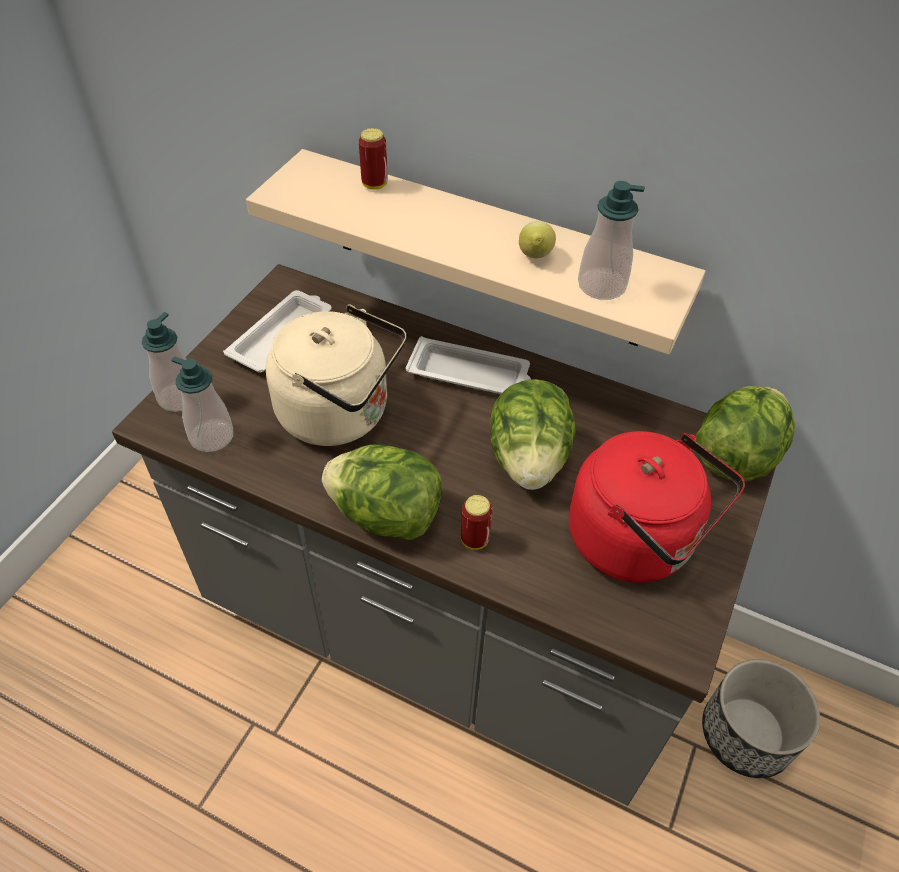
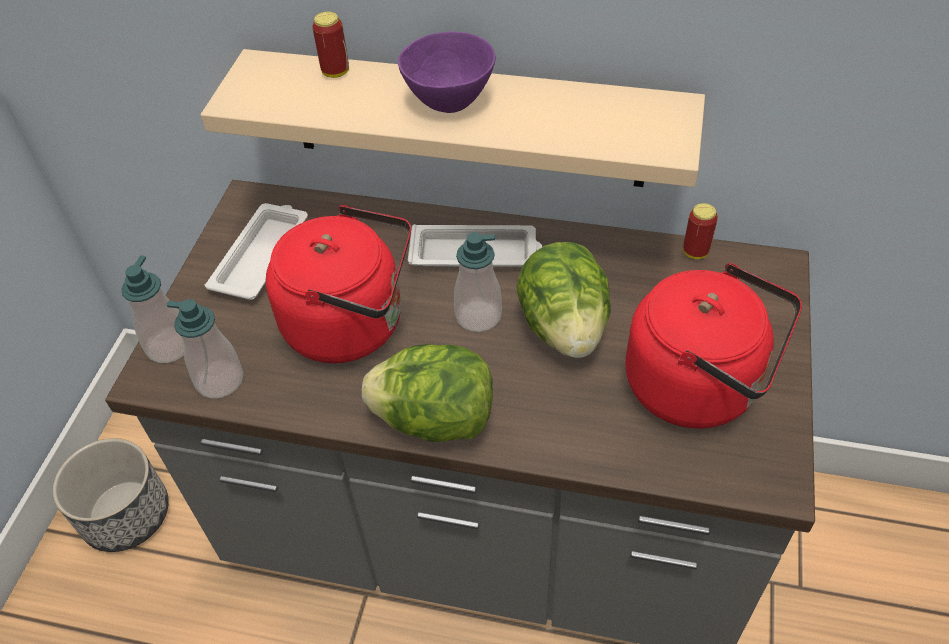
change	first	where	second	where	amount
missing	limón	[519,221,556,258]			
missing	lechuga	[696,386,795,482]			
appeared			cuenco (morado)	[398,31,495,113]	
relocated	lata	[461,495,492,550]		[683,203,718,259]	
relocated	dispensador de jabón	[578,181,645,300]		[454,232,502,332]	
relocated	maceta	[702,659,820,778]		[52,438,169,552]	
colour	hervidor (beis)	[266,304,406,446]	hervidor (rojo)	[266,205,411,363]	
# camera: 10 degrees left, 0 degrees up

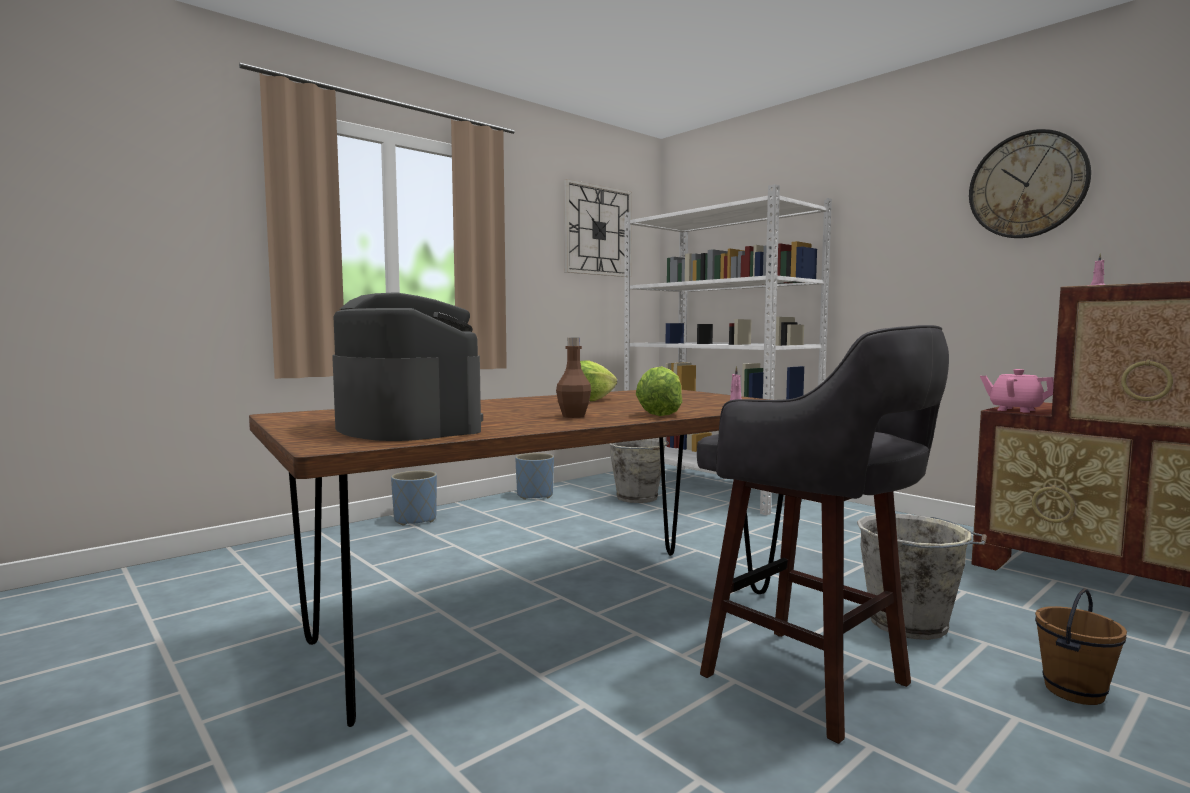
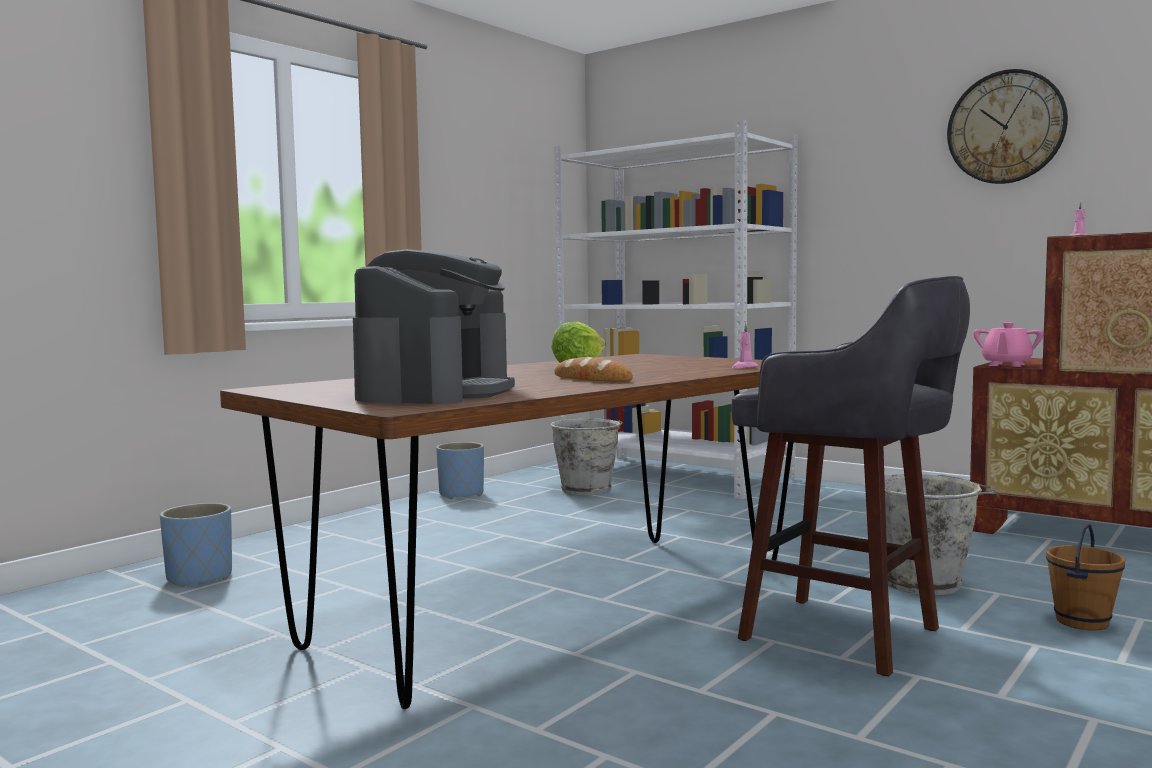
change	first	where	second	where	amount
missing	reloj de pared	[564,179,632,277]			
missing	lechuga	[636,366,683,416]			
relocated	maceta (azul)	[391,470,437,526]		[160,503,232,587]	
exchanged	botella (marrón)	[556,338,591,418]	pan	[554,357,633,382]	
spun	cafetera	[332,292,483,441]		[353,249,515,404]	60 degrees clockwise
spun	tetera (rosa)	[980,369,1054,413]		[973,322,1044,367]	90 degrees counterclockwise
# camera: 10 degrees left, 0 degrees up

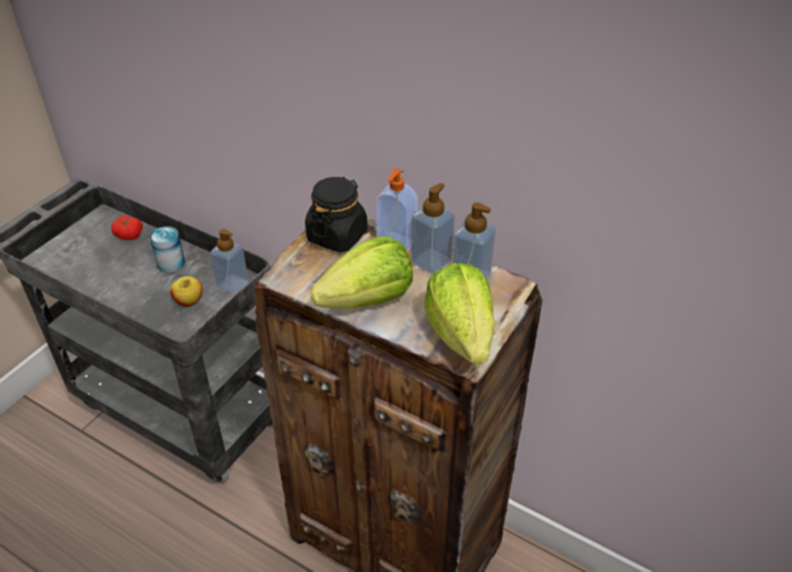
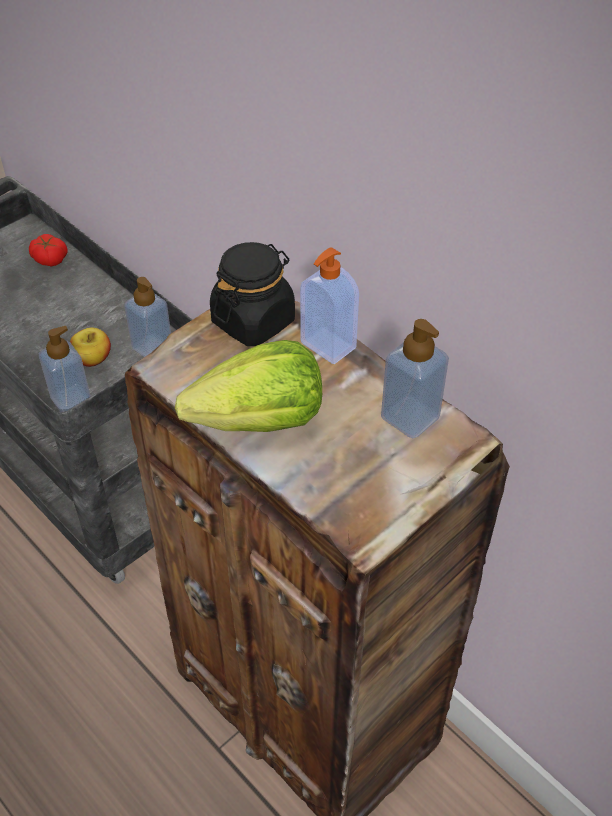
change	first	where	second	where	amount
missing	lata	[150,226,185,273]			
missing	lechuga	[424,263,495,365]			
relocated	dispensador de jabón	[411,183,455,274]		[39,326,91,413]	
# camera: 15 degrees right, 5 degrees up

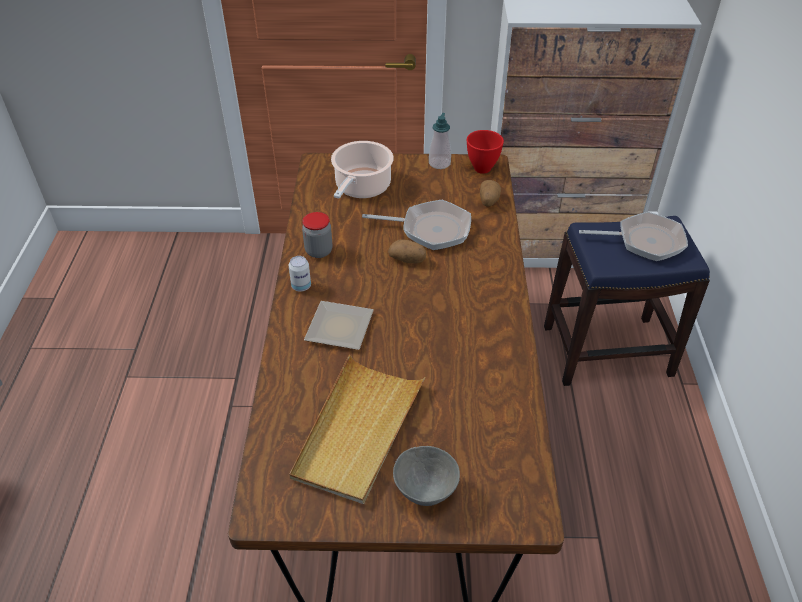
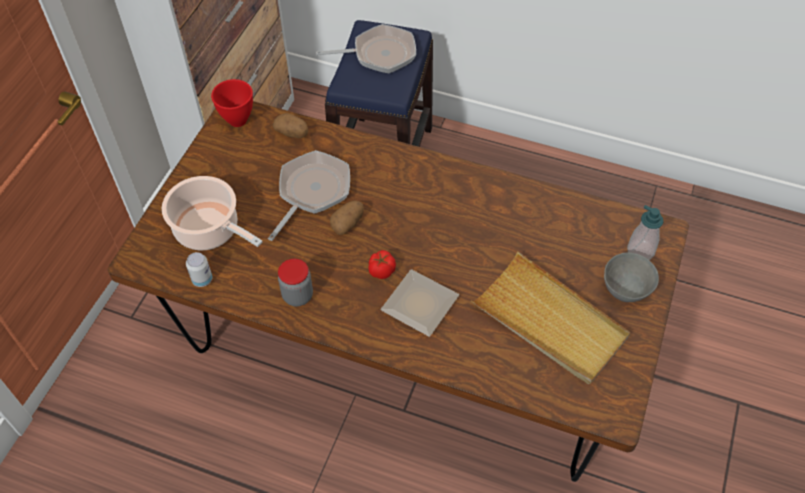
change	first	where	second	where	amount
appeared			tomate	[368,250,396,279]	
relocated	lata	[289,256,311,291]		[186,252,212,287]	
relocated	dispensador de jabón	[429,113,451,169]		[627,205,664,260]	
spun	sartén	[579,212,688,261]		[316,24,416,74]	60 degrees clockwise
# camera: 70 degrees left, 10 degrees up

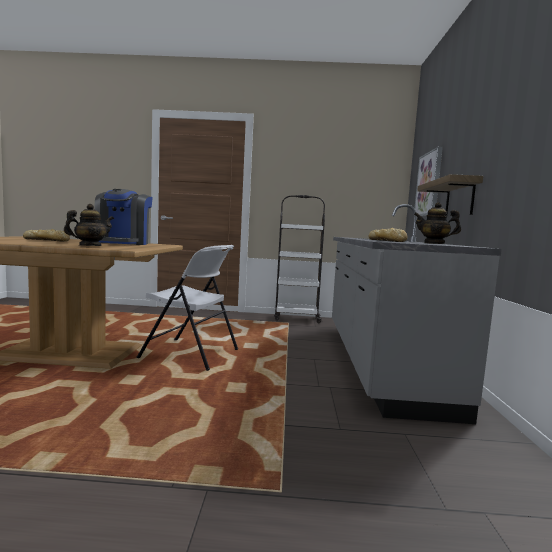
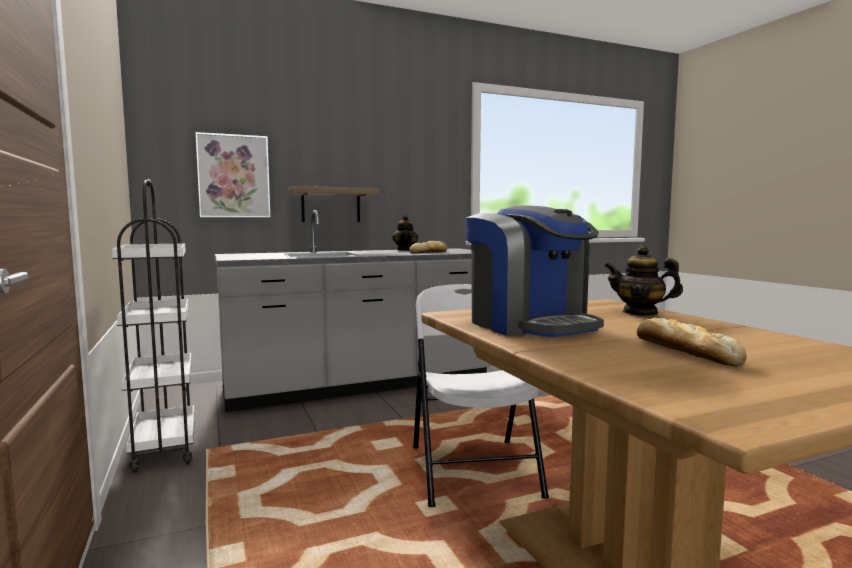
change	first	where	second	where	amount
spun	cafetera	[95,189,153,245]		[465,206,604,337]	90 degrees clockwise
# camera: 115 degrees left, 0 degrees up

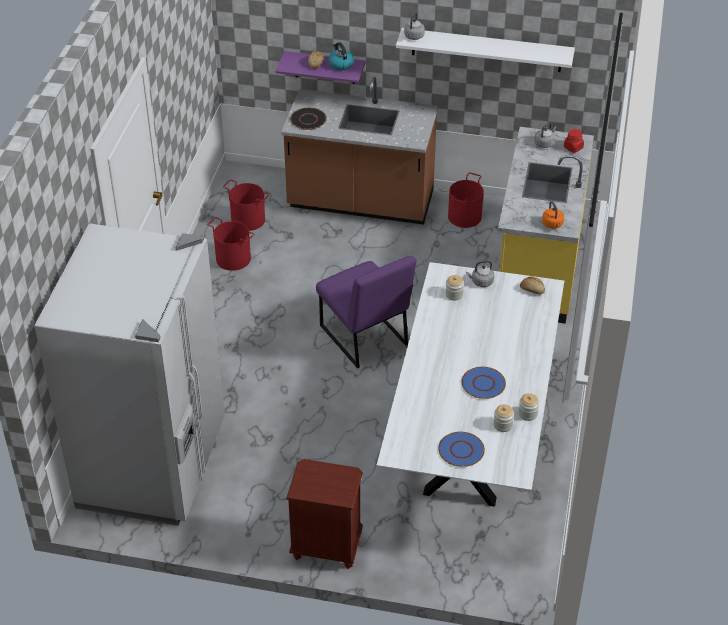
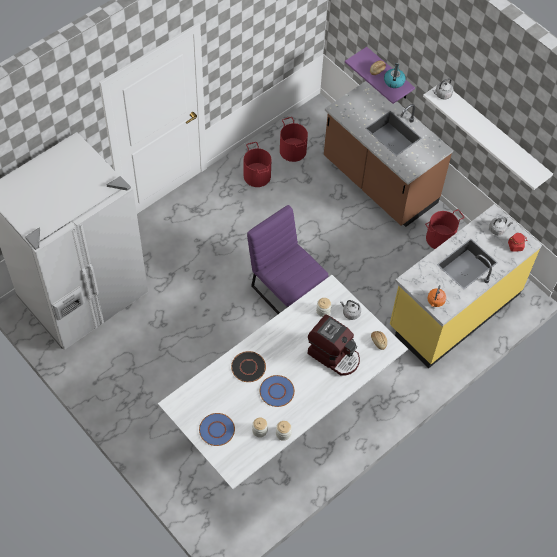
change	first	where	second	where	amount
missing	mesita de noche (marrón)	[286,459,363,569]			
appeared			cafetera	[308,314,360,376]	
relocated	plato (negro)	[290,107,327,130]		[231,351,266,382]	
spun	silla (morado)	[316,256,416,368]		[247,205,329,314]	135 degrees clockwise
# camera: 35 degrees right, 15 degrees up

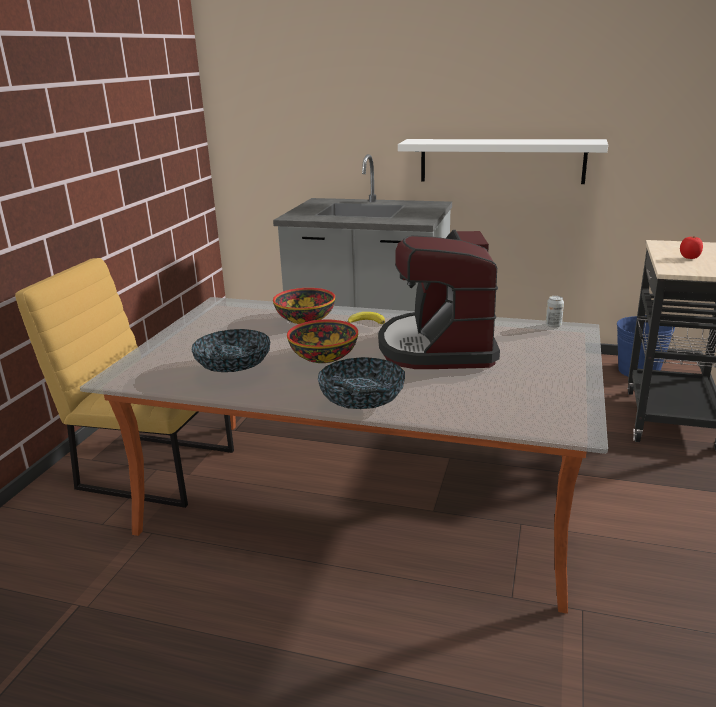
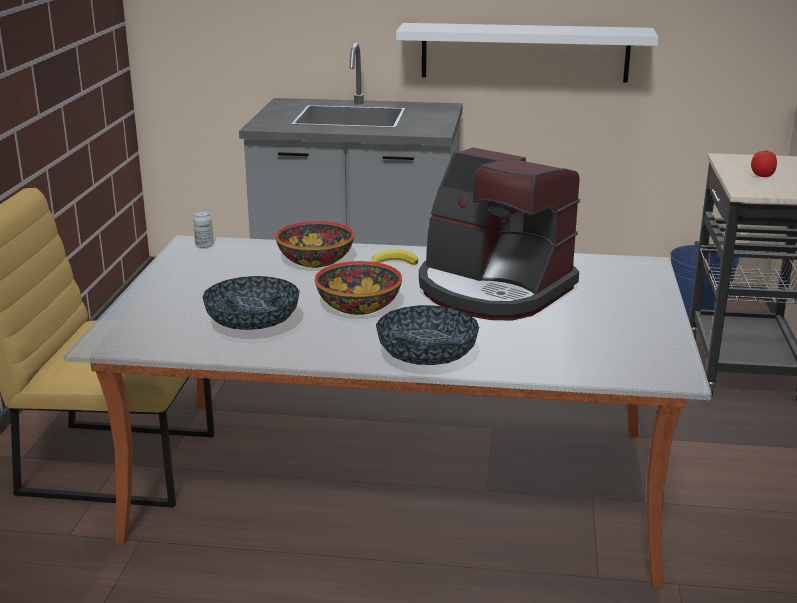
change	first	where	second	where	amount
relocated	lata	[546,296,564,328]		[193,211,213,248]	
spun	cafetera	[378,230,500,369]		[419,147,580,321]	45 degrees counterclockwise
# camera: 10 degrees left, 0 degrees up

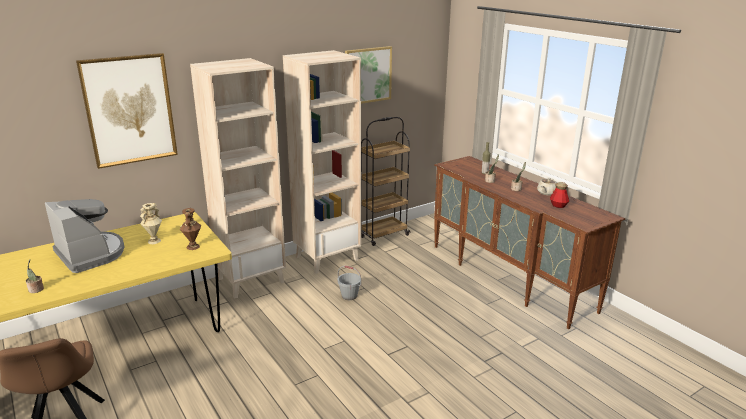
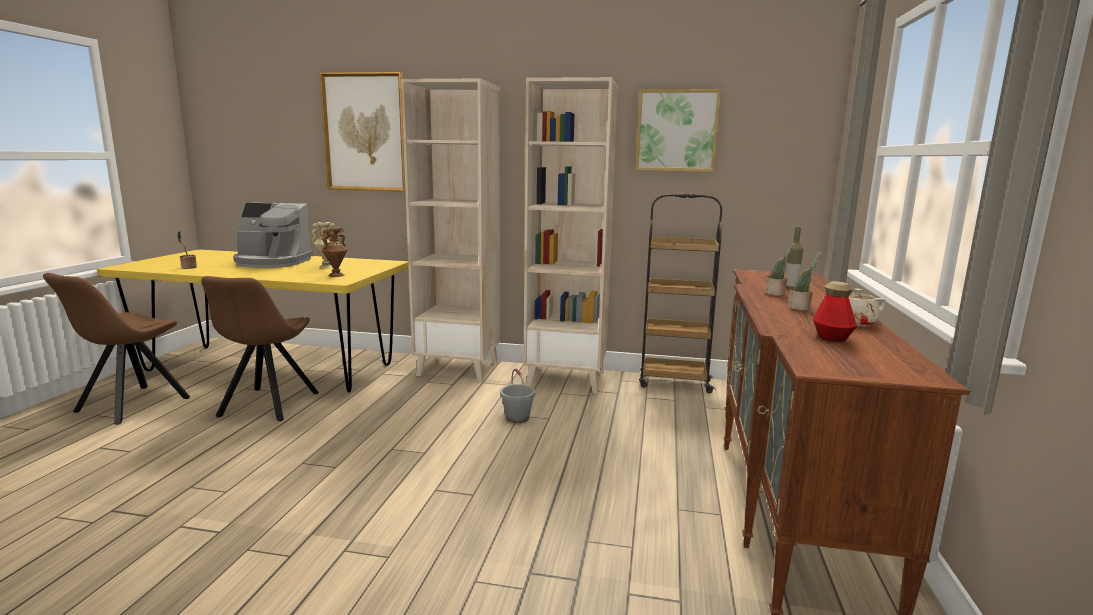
change	first	where	second	where	amount
appeared			silla (marrón)	[201,276,319,421]	
spun	cafetera	[45,199,124,273]		[233,203,313,268]	90 degrees clockwise
# camera: 45 degrees right, 10 degrees down

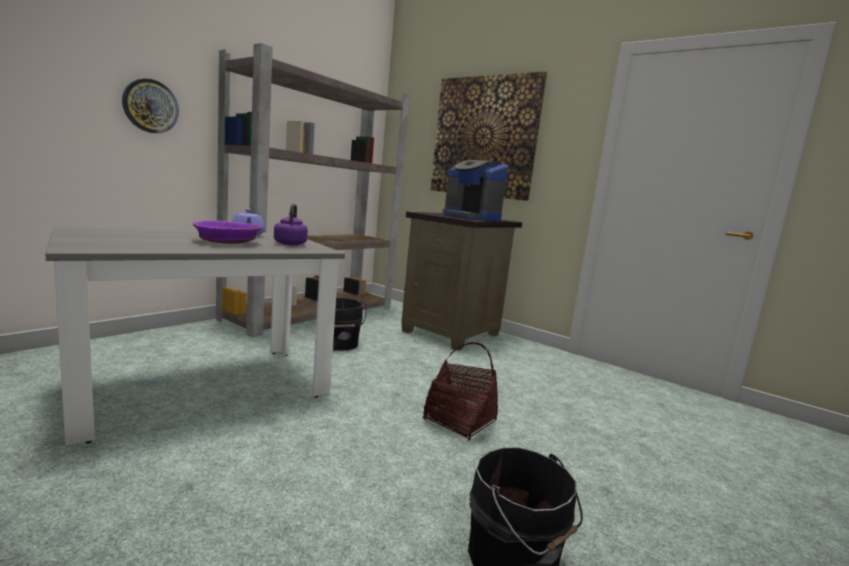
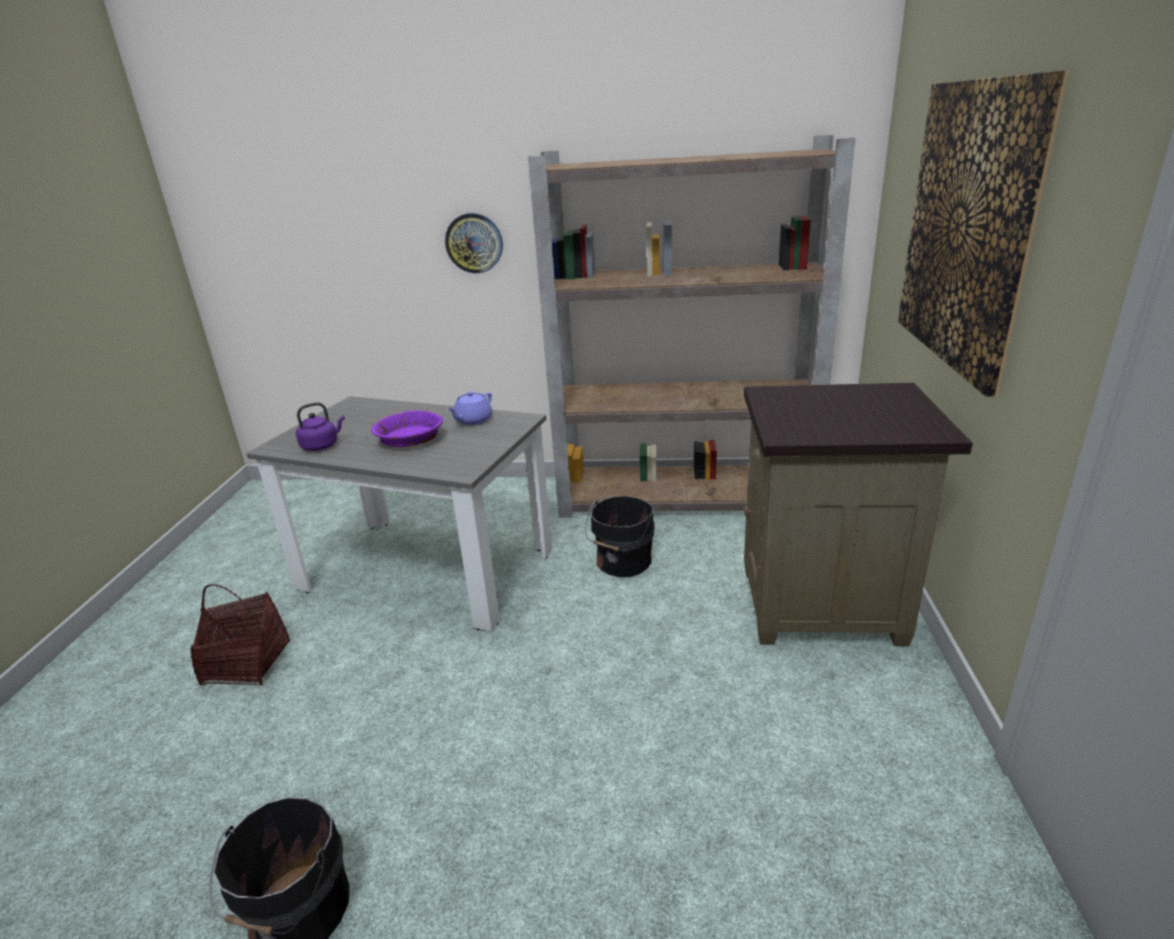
change	first	where	second	where	amount
missing	cafetera	[442,160,508,221]			
relocated	hervidor (morado)	[274,204,308,245]		[296,402,345,451]	
relocated	cesta	[423,342,498,441]		[190,584,290,685]	
# camera: 60 degrees right, 15 degrees up

